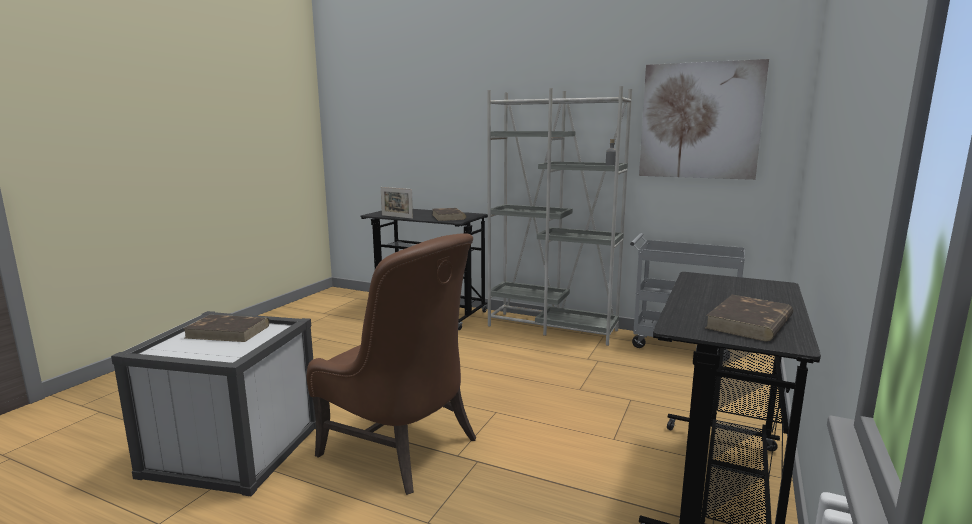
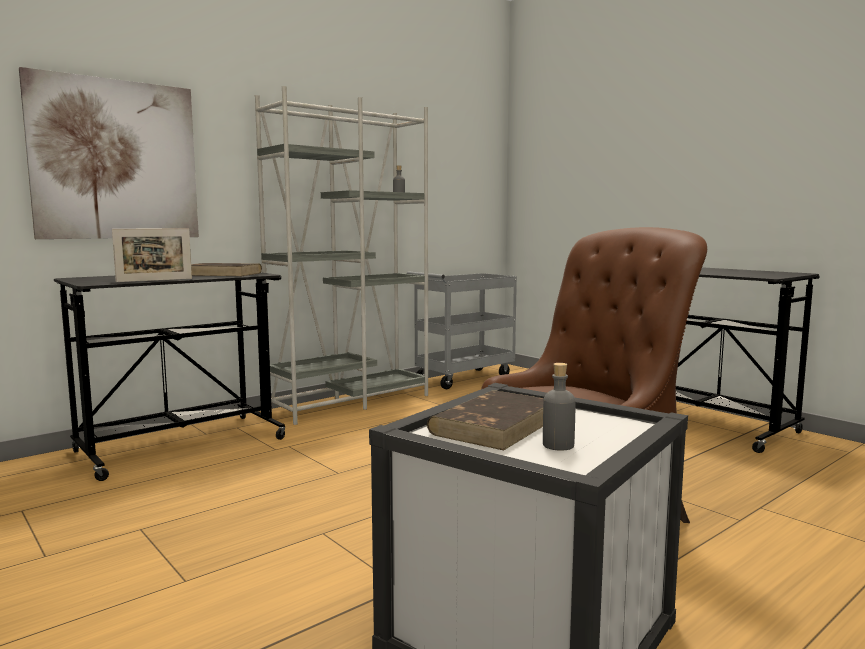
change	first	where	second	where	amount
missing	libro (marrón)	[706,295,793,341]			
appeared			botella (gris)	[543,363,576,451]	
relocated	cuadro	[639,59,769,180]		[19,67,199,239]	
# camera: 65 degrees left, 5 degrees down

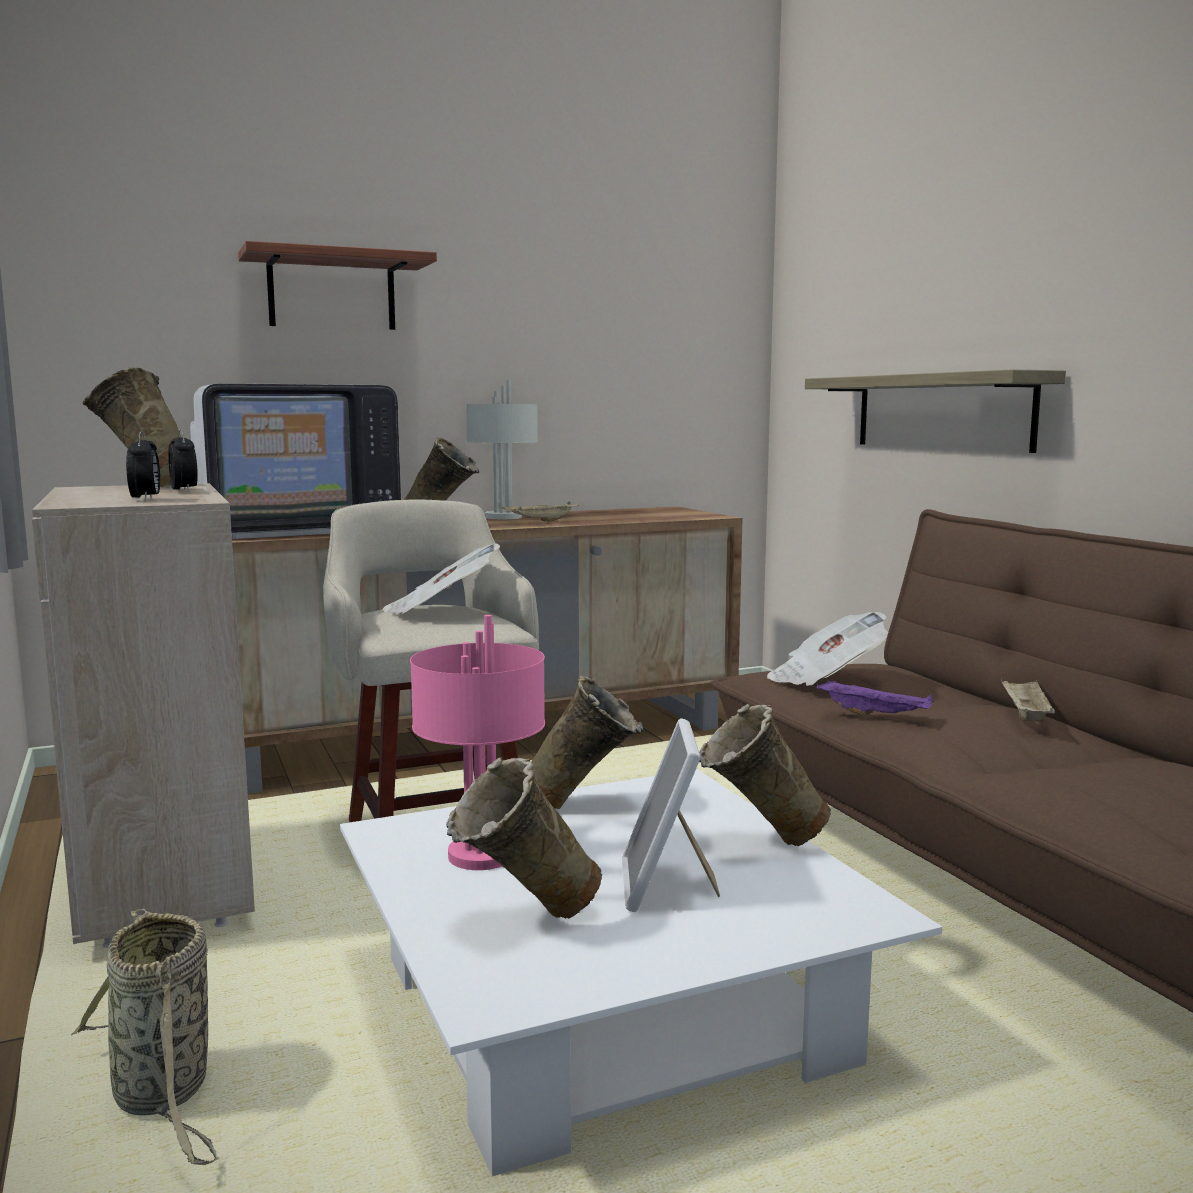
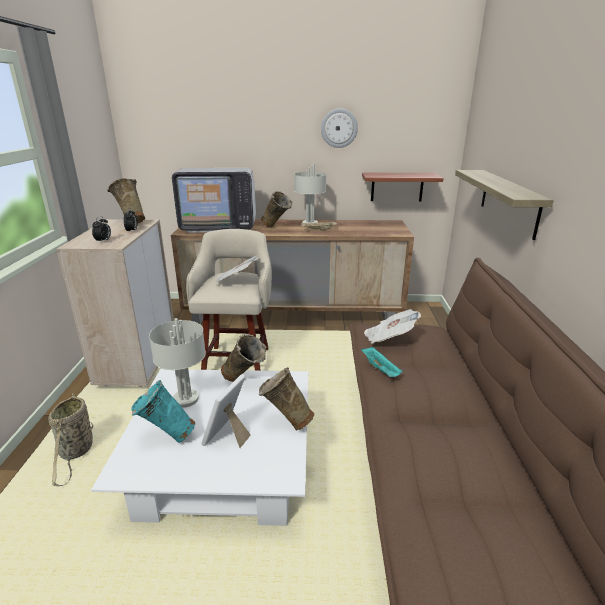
change	first	where	second	where	amount
missing	bandeja (beis)	[1001,678,1055,721]			
appeared			reloj de pared	[321,108,358,148]	
relocated	estante	[238,241,437,330]		[362,173,444,201]	
colour	lámpara de mesa (rosa)	[410,615,545,870]	lámpara de mesa (gris)	[149,318,206,408]	
colour	florero (beis)	[446,758,602,918]	florero (turquesa)	[131,380,196,443]	
colour	bandeja (morado)	[817,681,933,716]	bandeja (turquesa)	[362,347,403,377]	
# camera: 25 degrees right, 15 degrees up

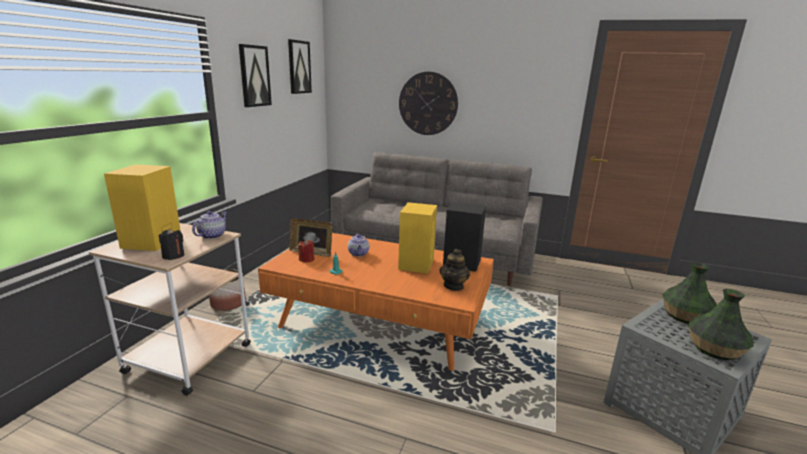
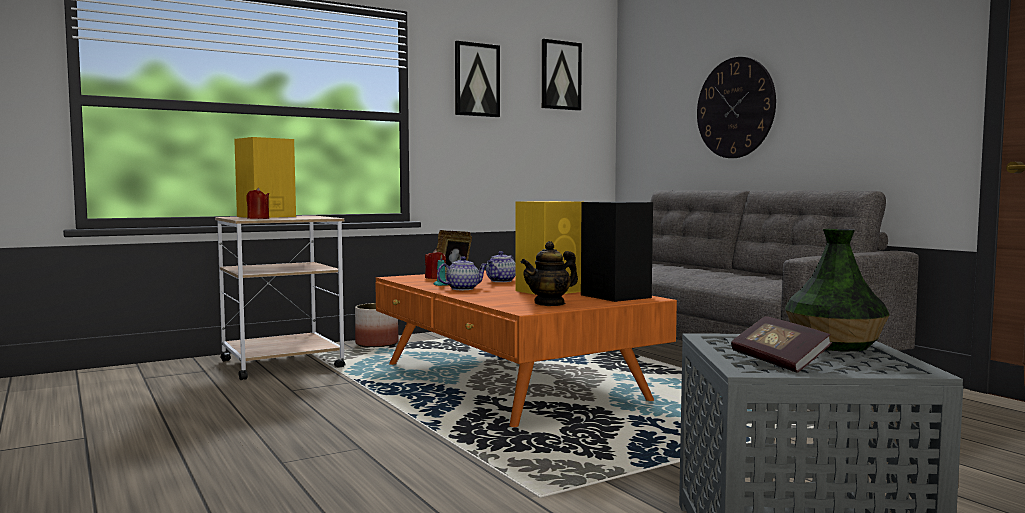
change	first	where	second	where	amount
relocated	tetera	[192,211,227,239]		[437,256,488,290]	
exchanged	florero	[689,289,754,360]	libro	[731,316,832,373]	
colour	vela (negro)	[159,228,184,260]	vela (rojo)	[246,188,269,219]	
# camera: 40 degrees right, 15 degrees down

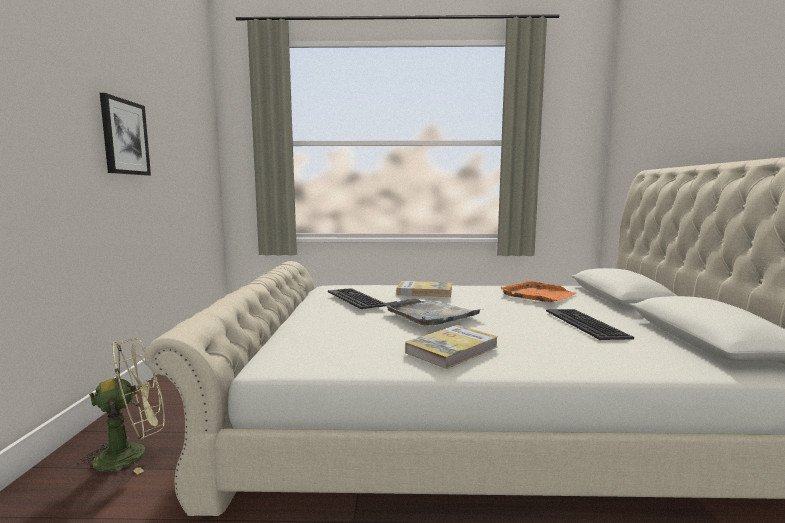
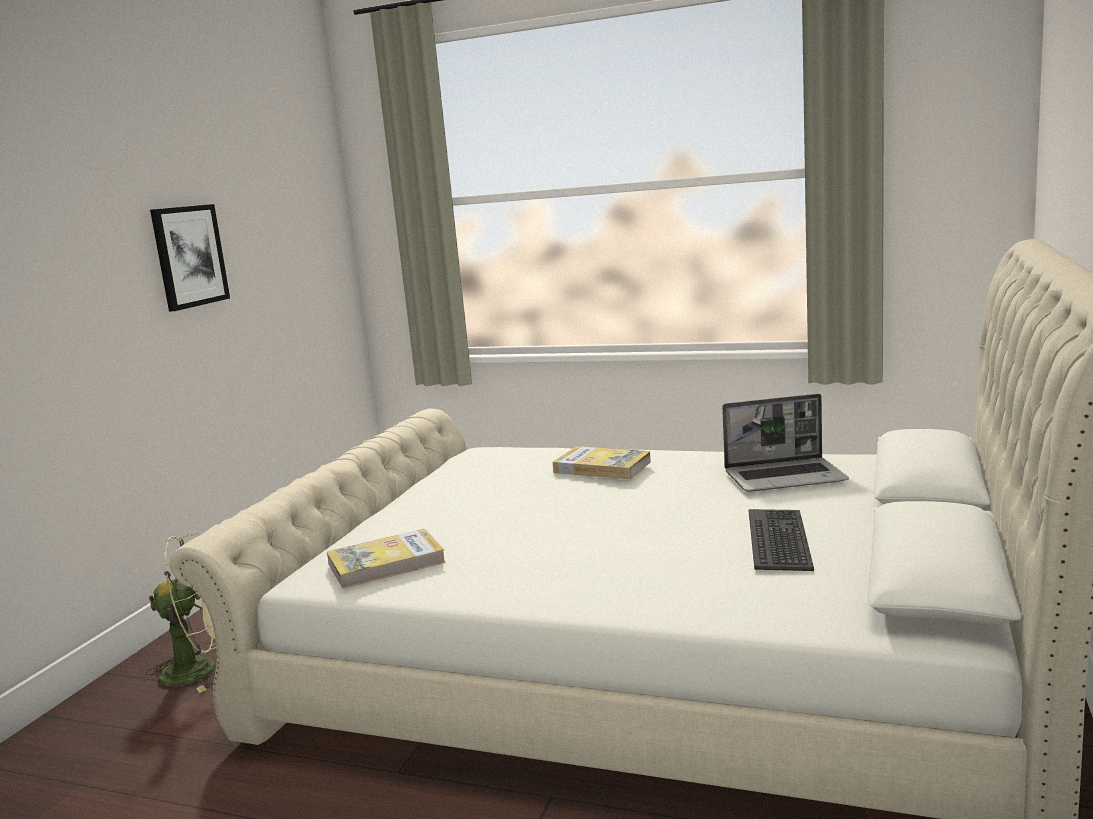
change	first	where	second	where	amount
missing	teclado	[328,288,386,309]			
missing	bandeja (gris)	[384,299,483,326]			
relocated	libro	[405,325,498,369]		[327,529,446,589]	
exchanged	bandeja (naranja)	[501,281,577,302]	portátil	[722,394,849,492]	
# camera: 20 degrees right, 5 degrees up

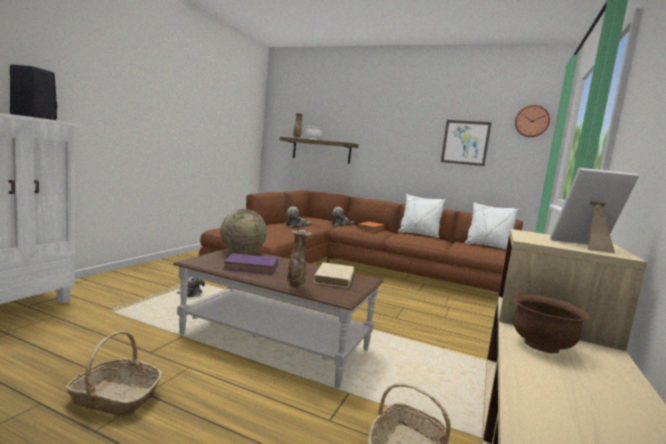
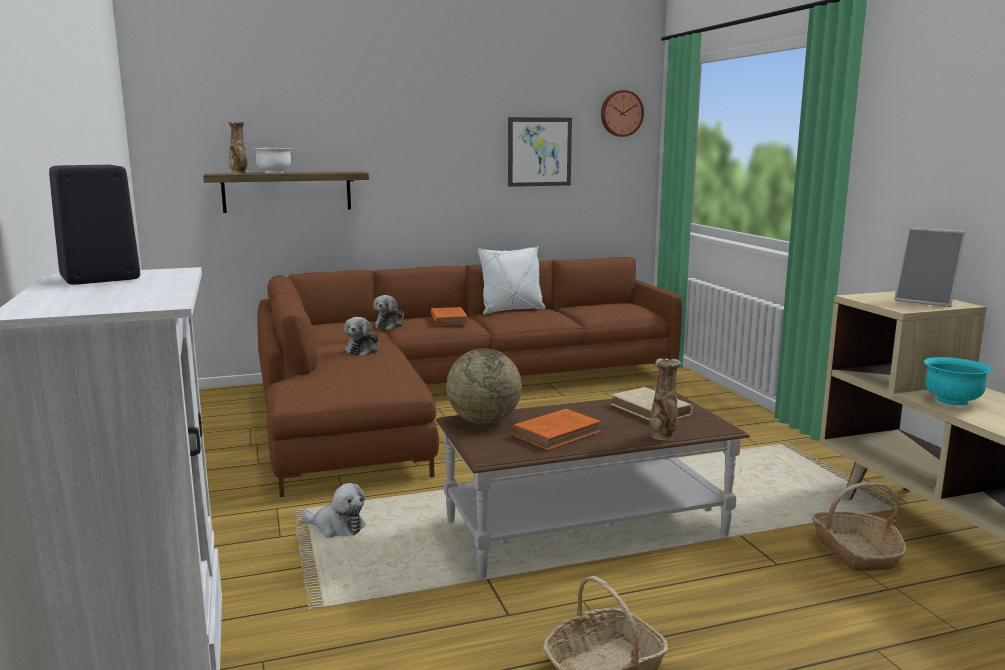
change	first	where	second	where	amount
missing	cojín (blanco)	[465,202,519,250]			
colour	libro (morado)	[223,253,278,274]	libro (naranja)	[513,409,601,450]	
colour	cuenco (marrón)	[513,294,591,353]	cuenco (turquesa)	[924,357,993,406]	
spun	portarretratos	[550,168,639,253]		[894,228,966,307]	105 degrees counterclockwise
# camera: 40 degrees left, 5 degrees up

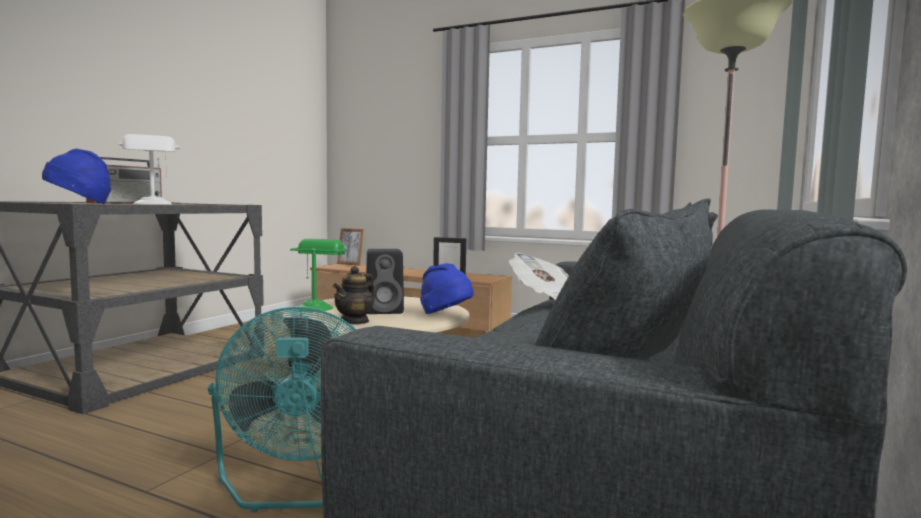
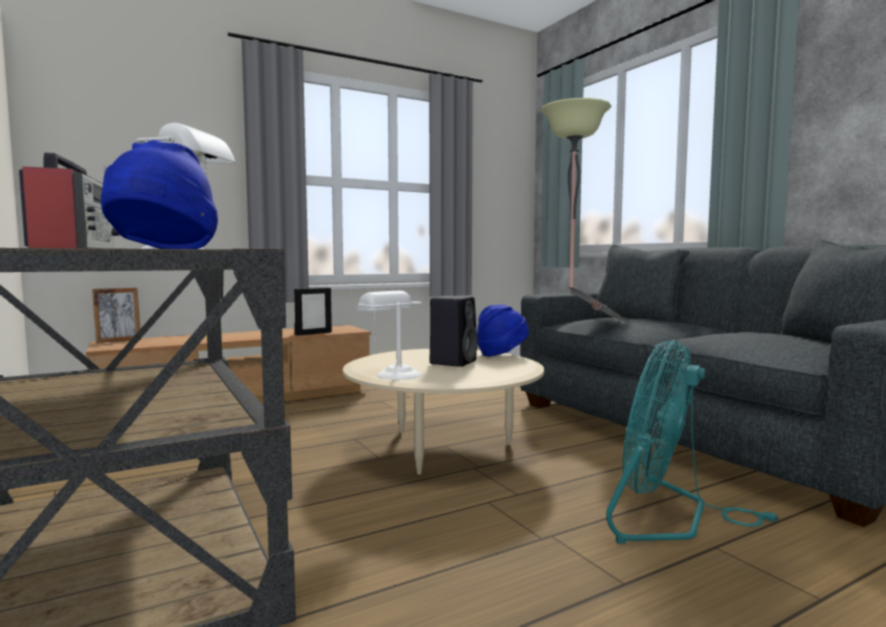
change	first	where	second	where	amount
missing	tetera	[333,266,375,325]			
colour	lámpara de mesa (verde)	[290,239,347,312]	lámpara de mesa (blanco)	[357,291,422,380]	
# camera: 55 degrees left, 0 degrees up

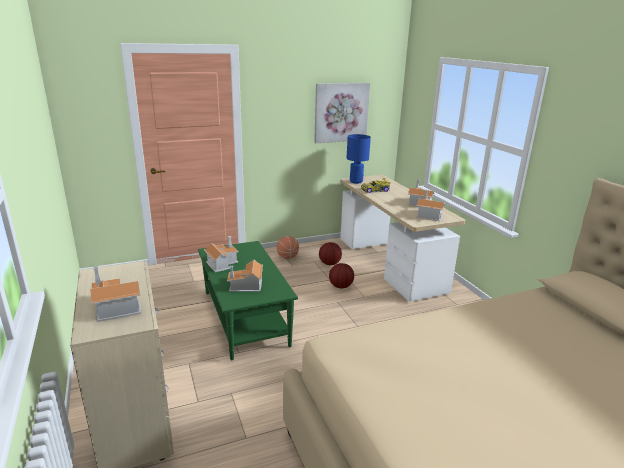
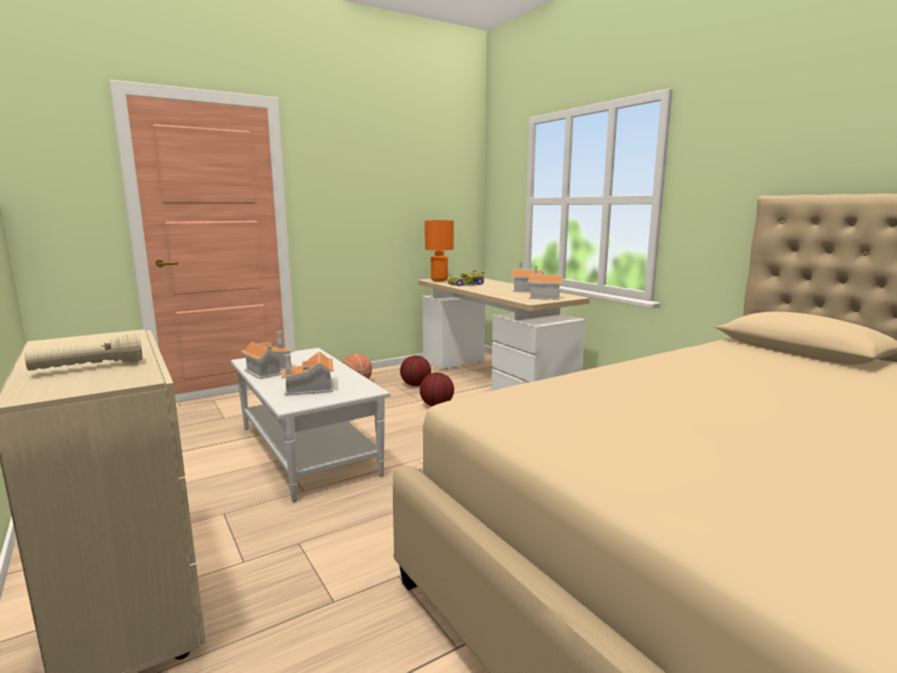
change	first	where	second	where	amount
missing	cuadro	[314,83,370,143]			
exchanged	casita	[90,266,141,322]	linterna (beis)	[24,333,143,371]	
colour	mesa de centro (verde)	[198,241,298,360]	mesa de centro (blanco)	[231,348,390,502]	
colour	lámpara de mesa (azul)	[347,134,371,184]	lámpara de mesa (naranja)	[425,220,454,282]	
# camera: 10 degrees left, 10 degrees down

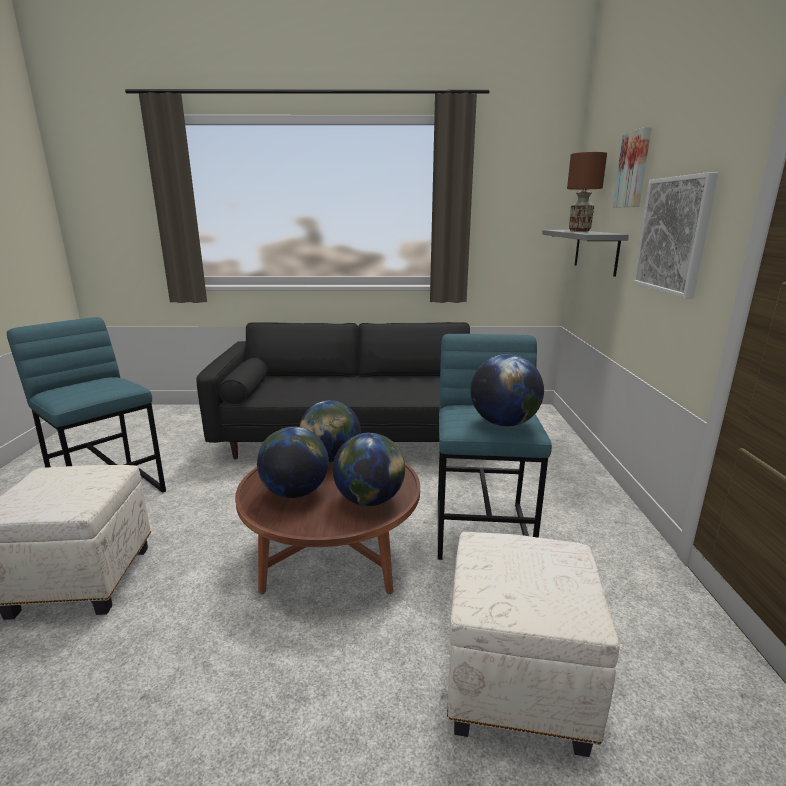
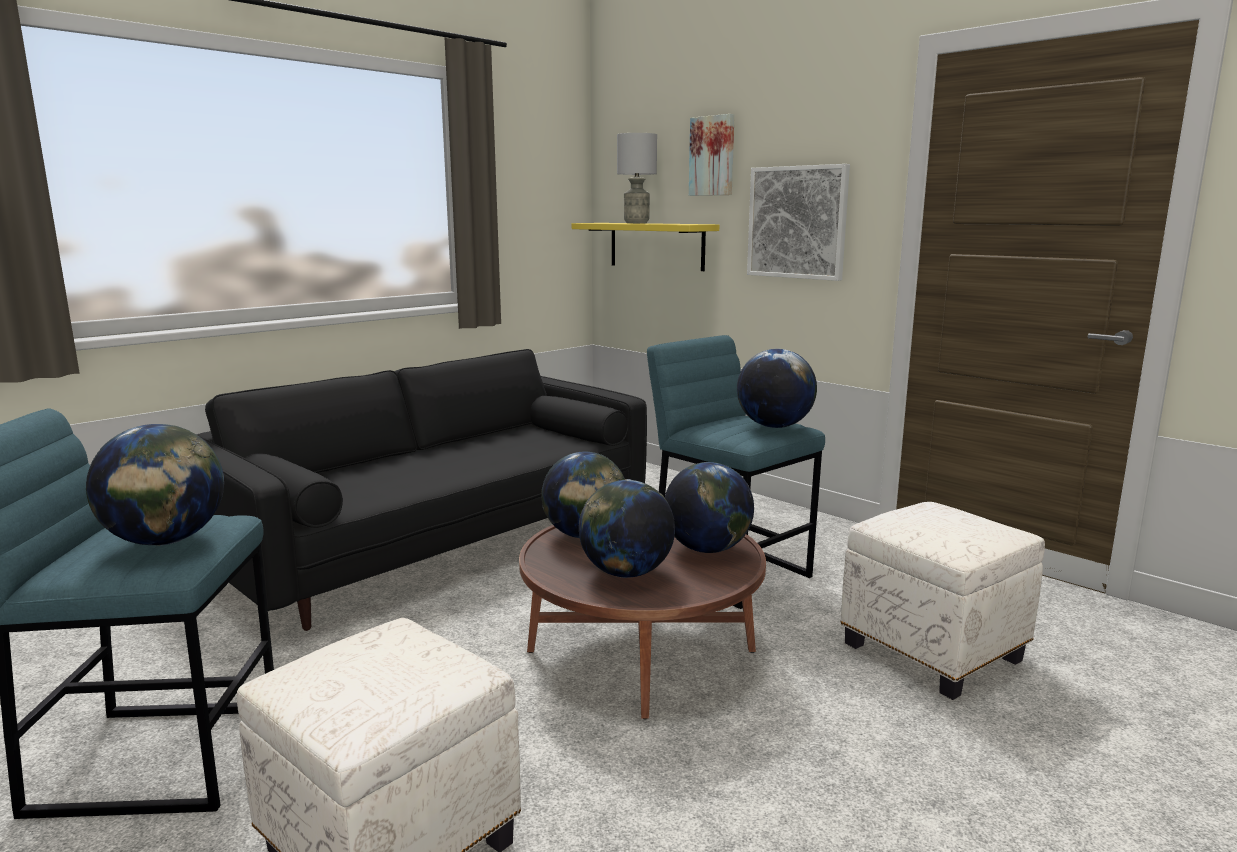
change	first	where	second	where	amount
appeared			globo terráqueo	[86,424,224,546]	
colour	estante (gris)	[542,230,629,277]	estante (amarillo)	[572,223,719,271]	
colour	lámpara de mesa (marrón)	[567,152,607,232]	lámpara de mesa (gris)	[617,133,657,223]	
# camera: 45 degrees left, 5 degrees down

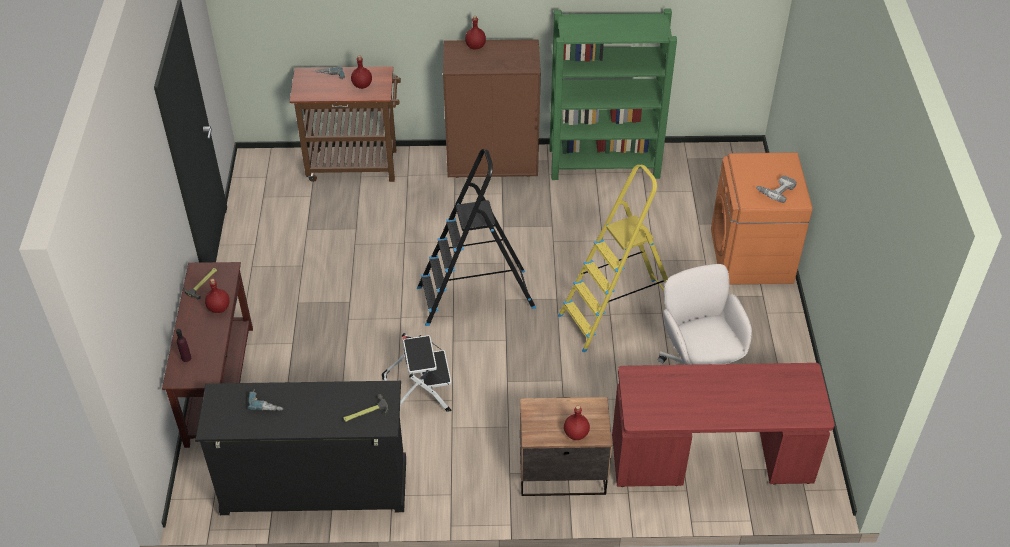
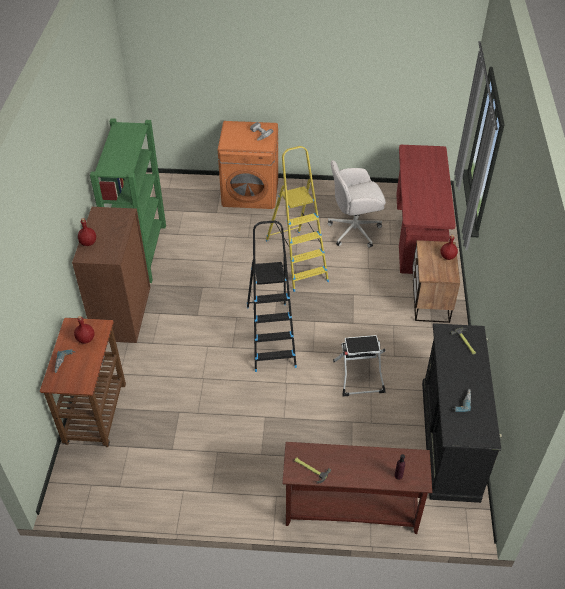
change	first	where	second	where	amount
missing	botella (rojo)	[205,279,230,313]			
# camera: 85 degrees left, 0 degrees up

